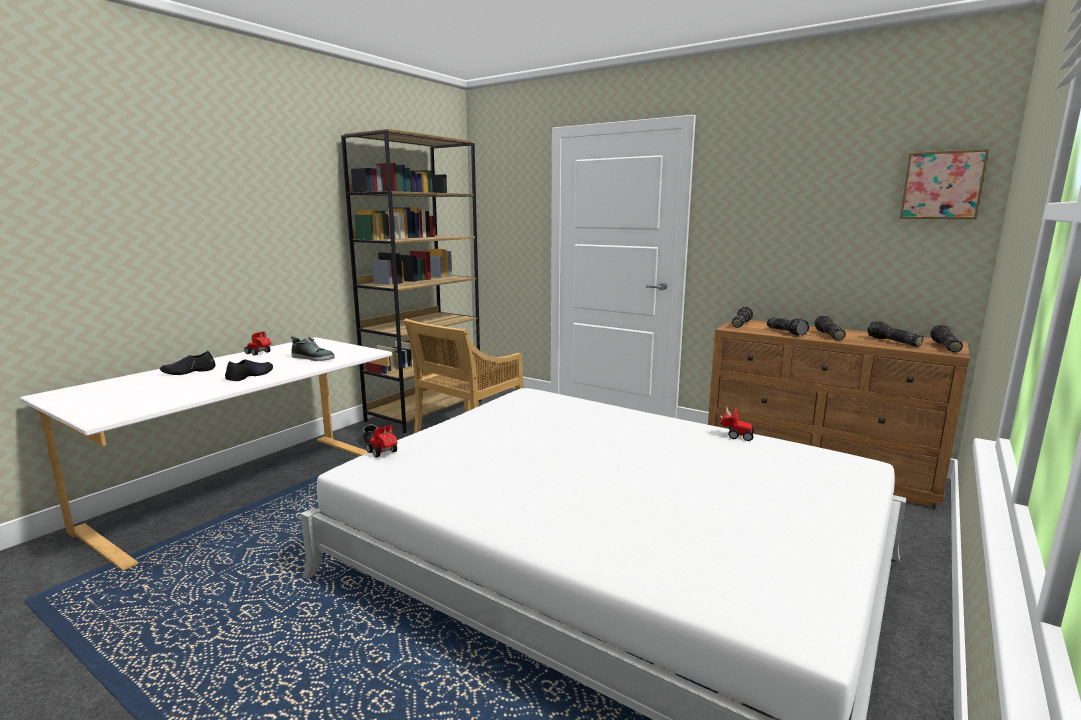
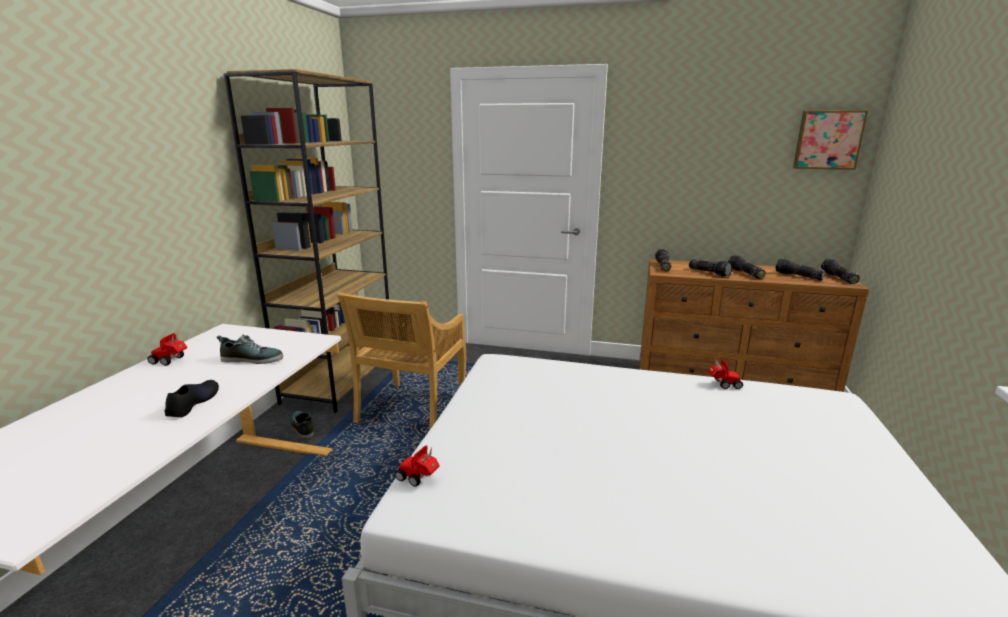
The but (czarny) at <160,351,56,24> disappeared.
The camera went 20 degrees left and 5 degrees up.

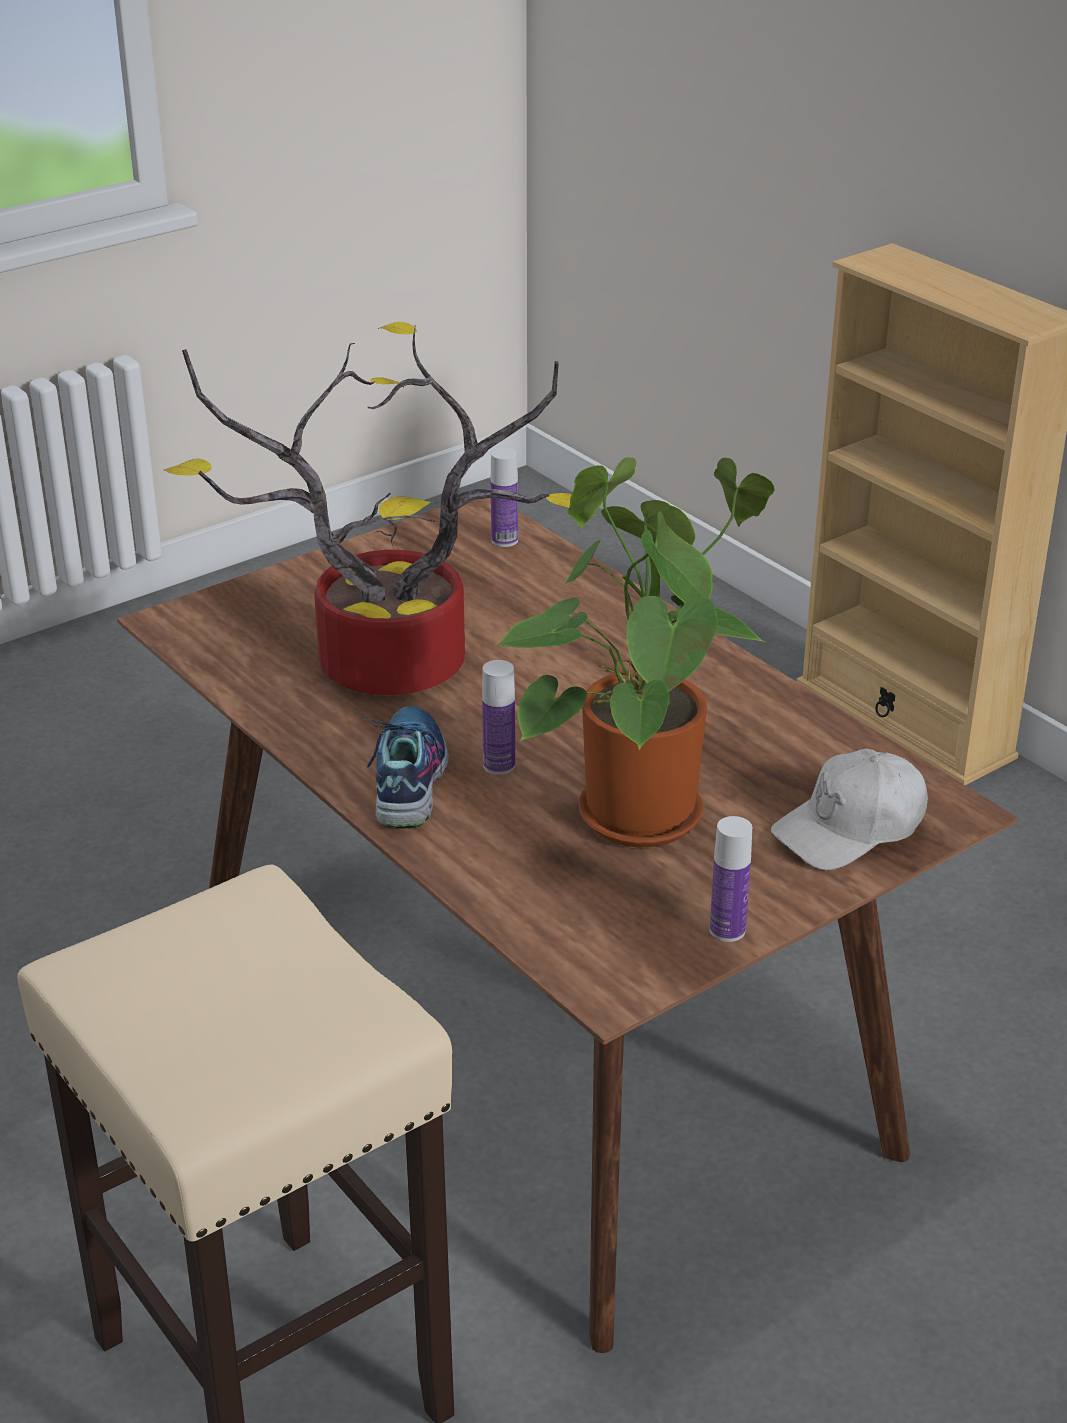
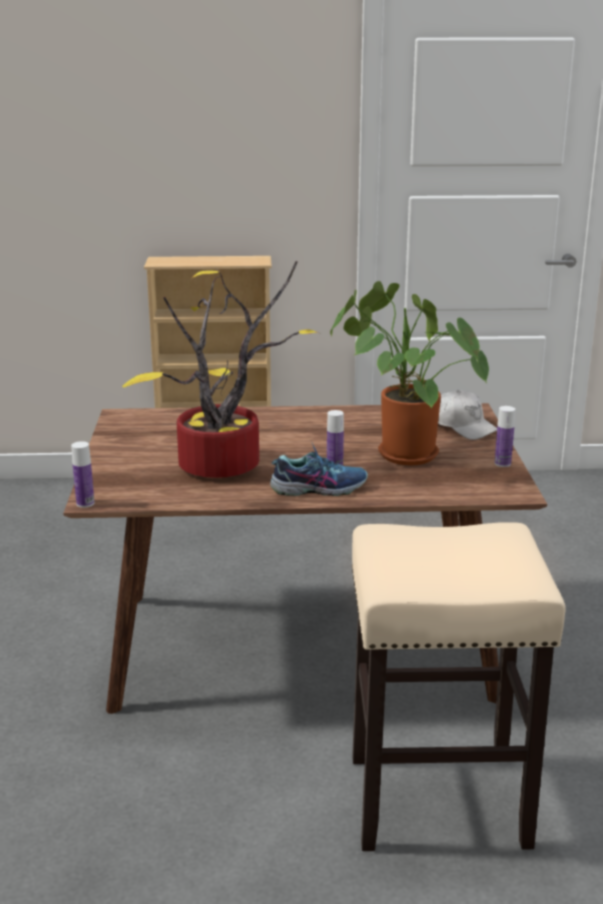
The butelka moved from <491,448,27,99> to <71,441,23,67>.
The but at <363,706,86,123> turned 135 degrees clockwise.
The czapka z daszkiem (biały) at <771,749,157,121> turned 45 degrees counterclockwise.
The camera went 55 degrees left and 10 degrees down.

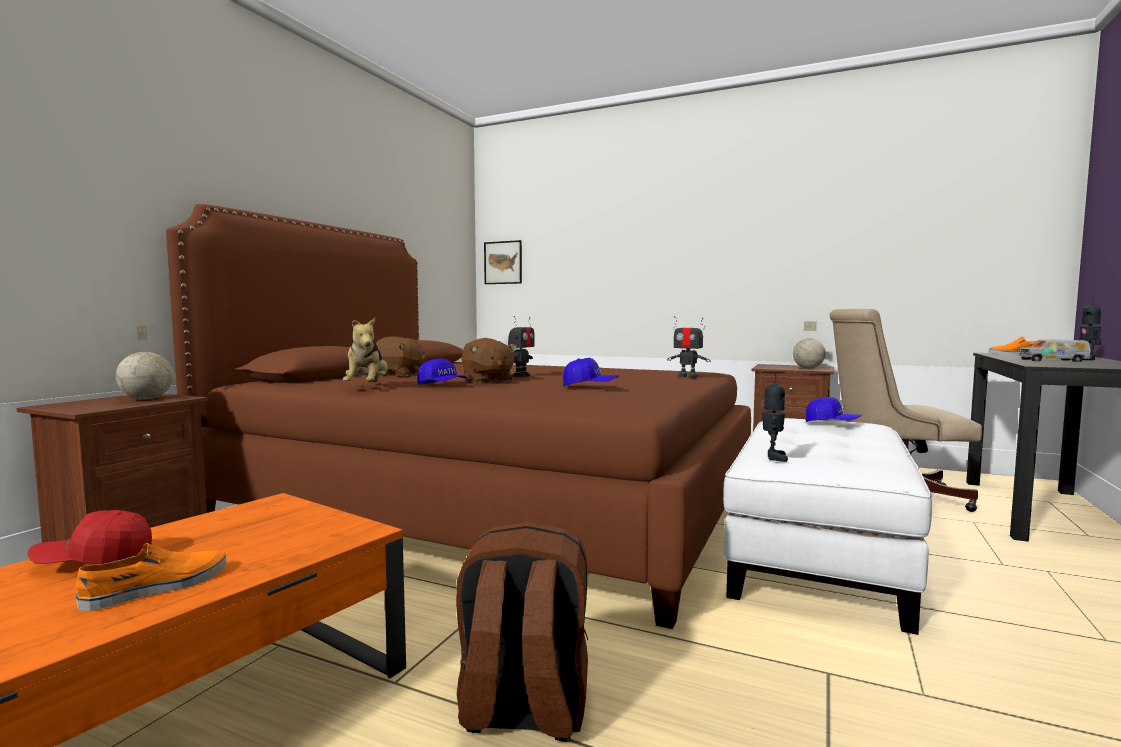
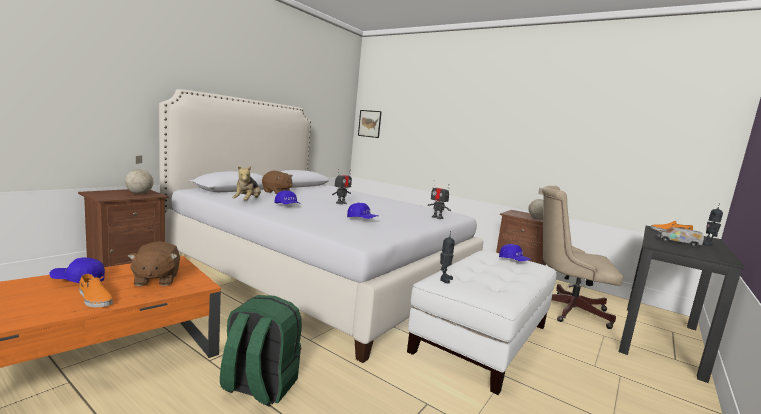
The czapka z daszkiem (czerwony) at <27,510,125,54> became the czapka z daszkiem (niebieski) at <49,258,56,25>.
The but (pomarańczowy) at <76,543,151,68> turned 75 degrees clockwise.
The pluszak (brązowy) moved from <462,338,55,46> to <128,241,52,45>.
The łóżko (brązowy) at <166,204,585,425> became the łóżko (biały) at <159,89,324,274>.
The plecak (brązowy) at <456,522,132,220> became the plecak (zielony) at <220,295,82,112>.
The camera went 10 degrees right and 5 degrees up.

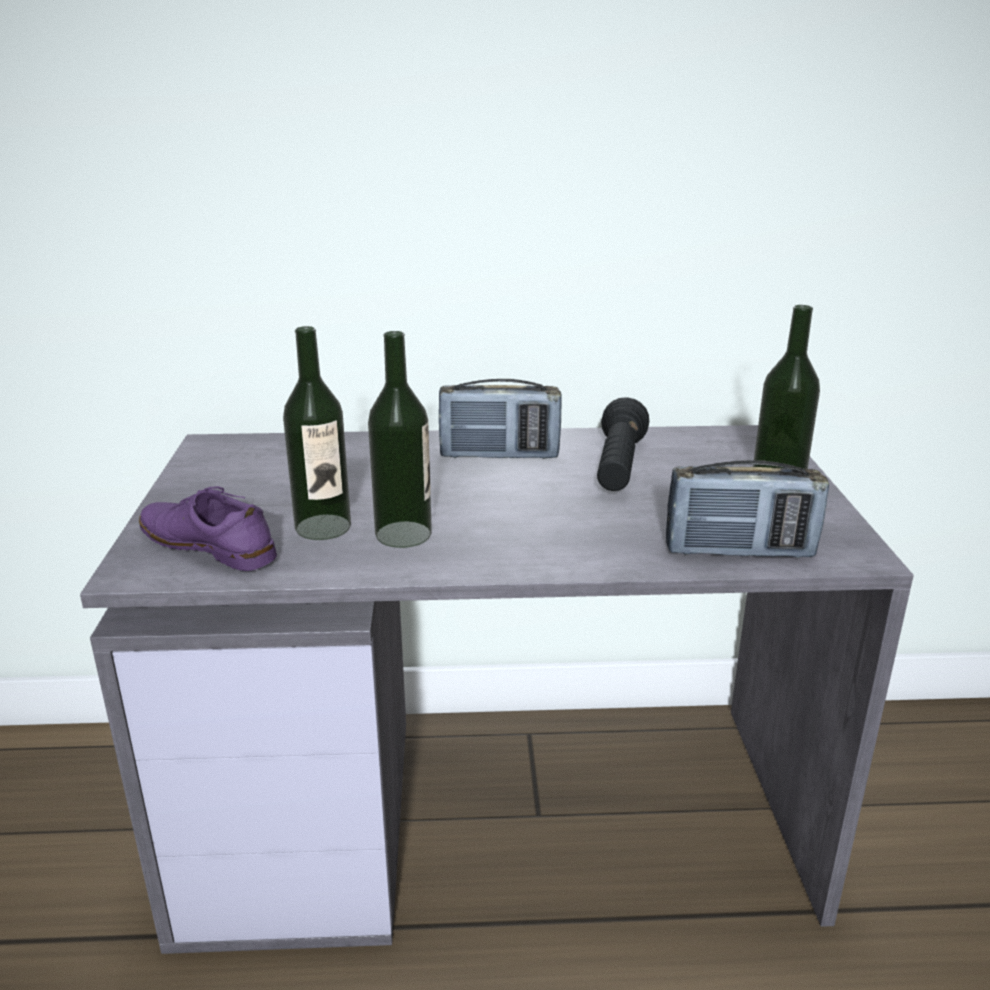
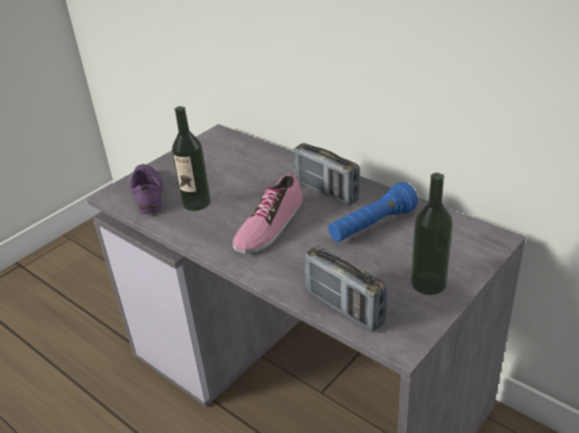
The but at <233,174,69,80> appeared.
The latarka (czarny) at <597,397,52,94> became the latarka (niebieski) at <329,182,89,60>.
The butelka at <368,331,64,217> disappeared.
The camera went 45 degrees right and 10 degrees up.

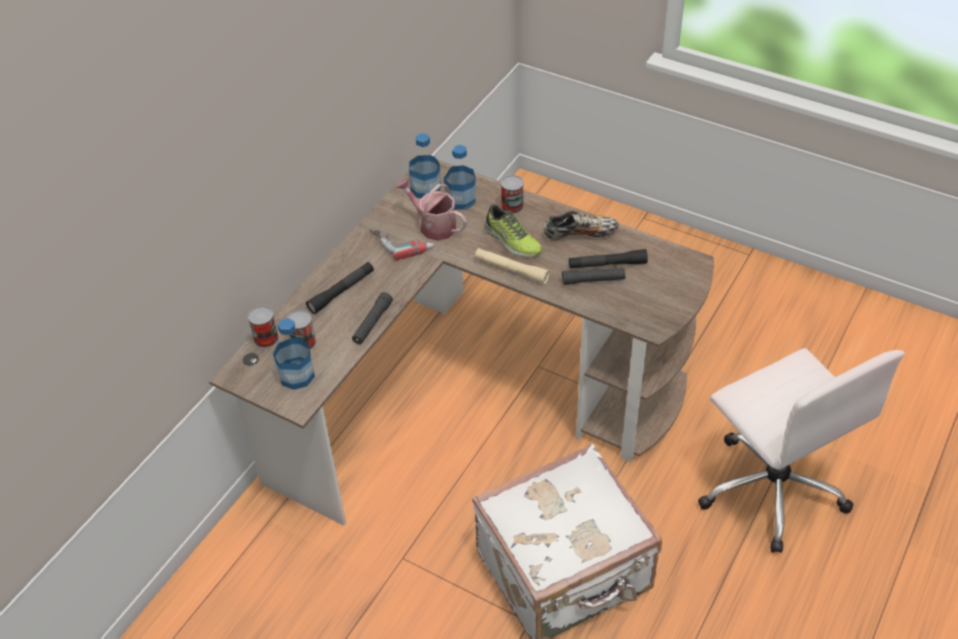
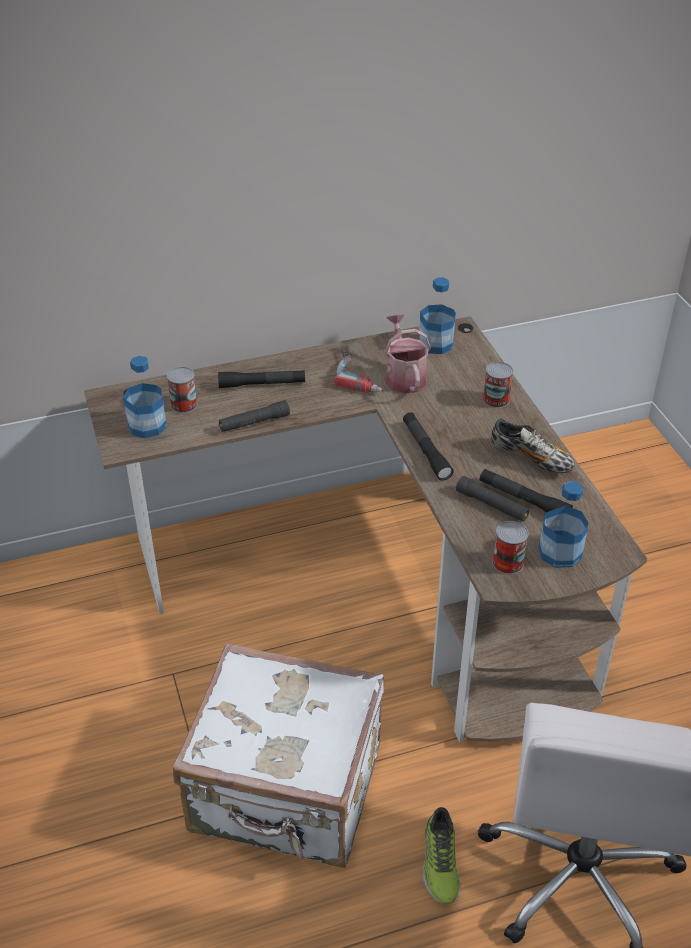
The latarka (beżowy) at <475,248,75,36> became the latarka (czarny) at <403,412,51,69>.
The but moved from <484,204,58,53> to <422,807,38,97>.
The puszka moved from <248,306,31,42> to <492,521,36,53>.
The butelka moved from <444,145,32,65> to <538,481,51,87>.
The camera went 40 degrees right and 5 degrees down.

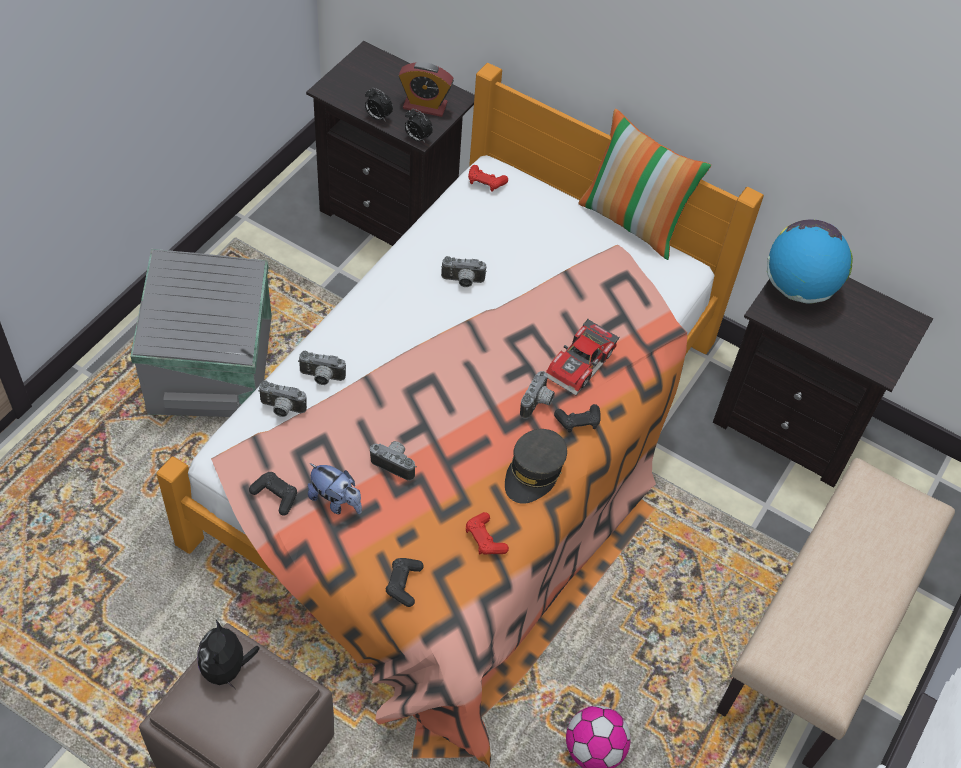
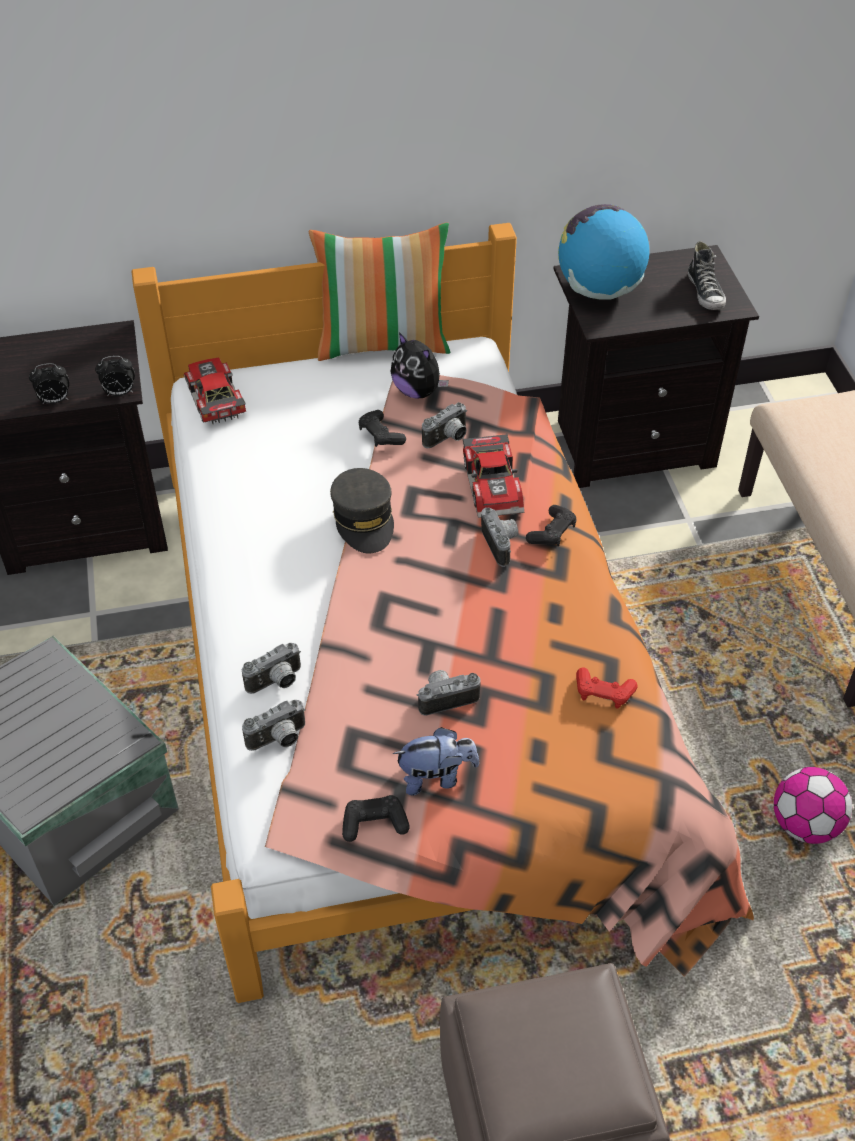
The pad do gier (czerwony) at <468,165,40,27> was replaced by the samochodzik at <184,358,62,67>.
The czapka z daszkiem (szary) moved from <505,429,62,75> to <330,468,64,85>.
The pad do gier (czarny) moved from <386,558,38,49> to <359,410,47,37>.
The pluszak moved from <197,620,63,69> to <390,332,59,67>.
The aparat fotograficzny moved from <441,256,46,31> to <422,402,45,46>.
The but at <688,241,38,69> appeared.
The budzik at <399,62,55,55> disappeared.
The camera went 40 degrees left and 5 degrees down.

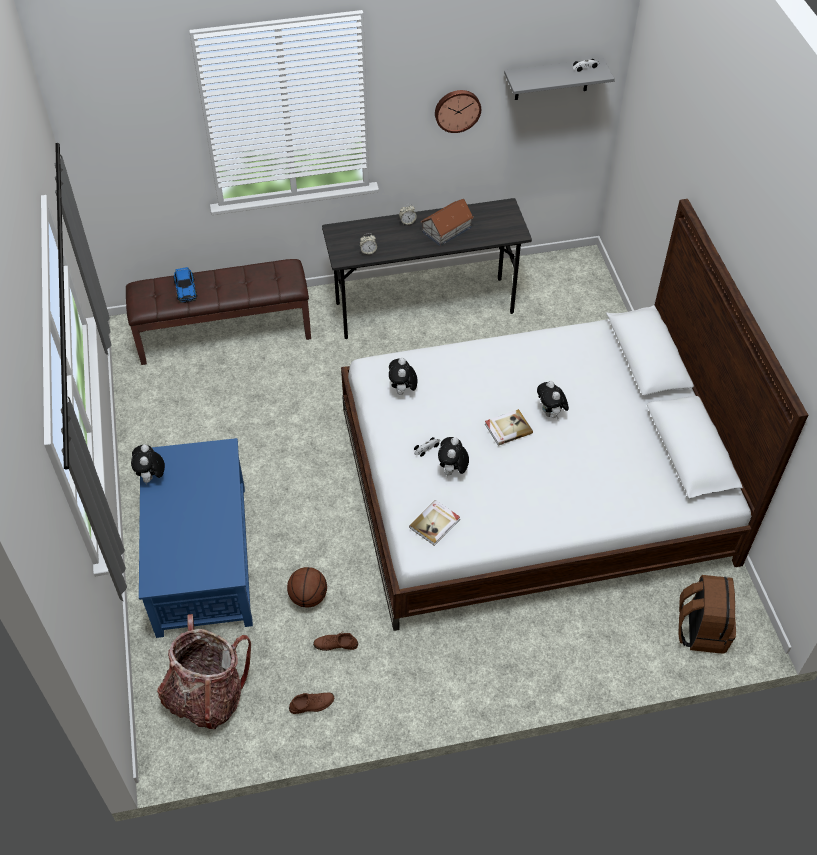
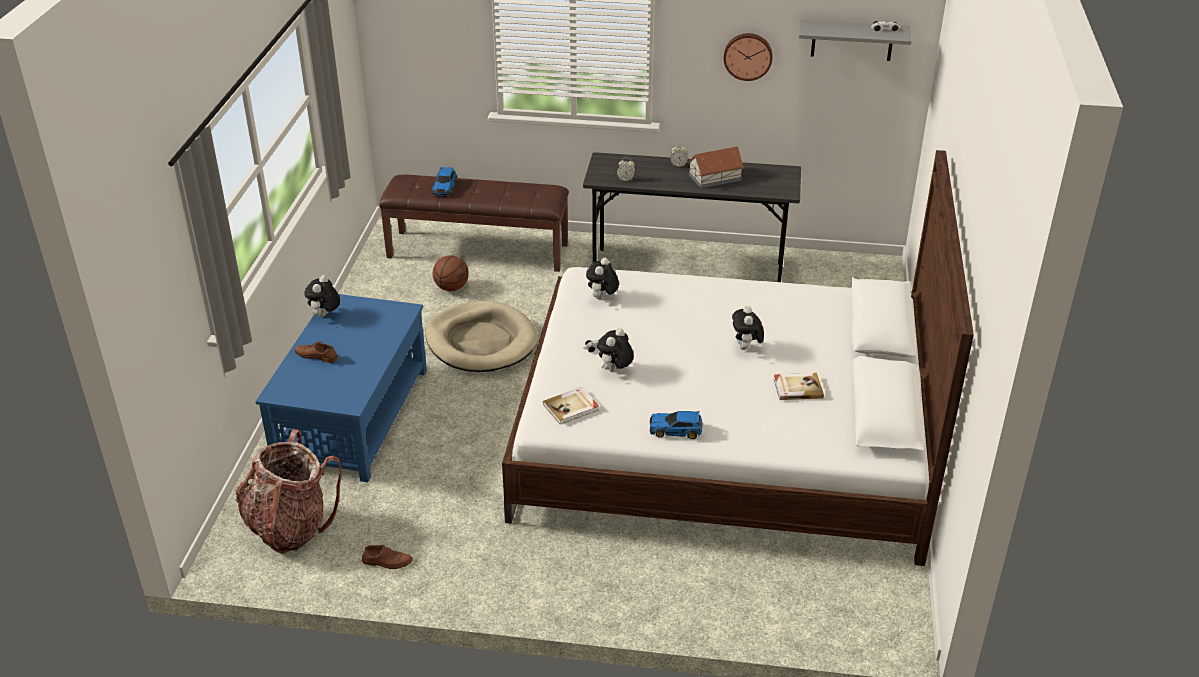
The but (brązowy) moved from <313,633,45,18> to <295,341,43,22>.
The legowisko (beżowy) at <426,301,112,71> appeared.
The piłka do koszykówki moved from <287,567,40,41> to <433,255,36,36>.
The samochodzik at <650,411,52,28> appeared.
The książka moved from <485,409,48,37> to <774,373,50,27>.
The plecak (brązowy) at <679,575,57,79> disappeared.
The camera went 20 degrees right and 15 degrees down.

